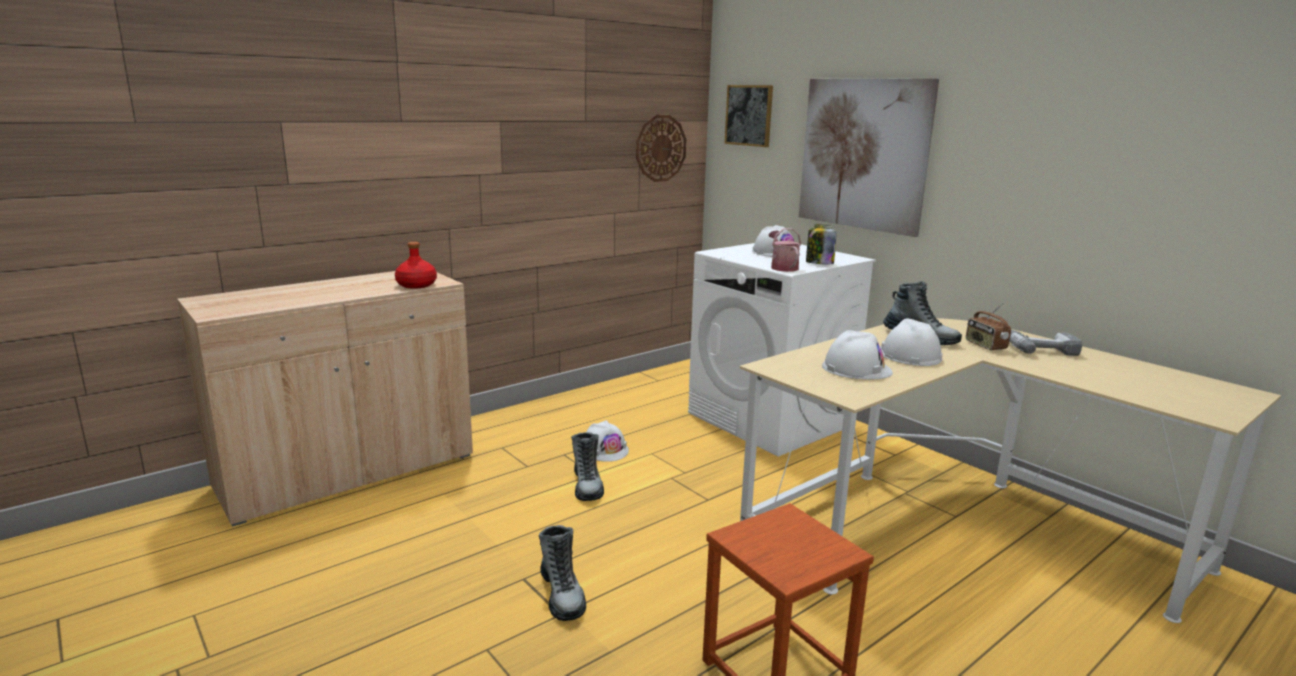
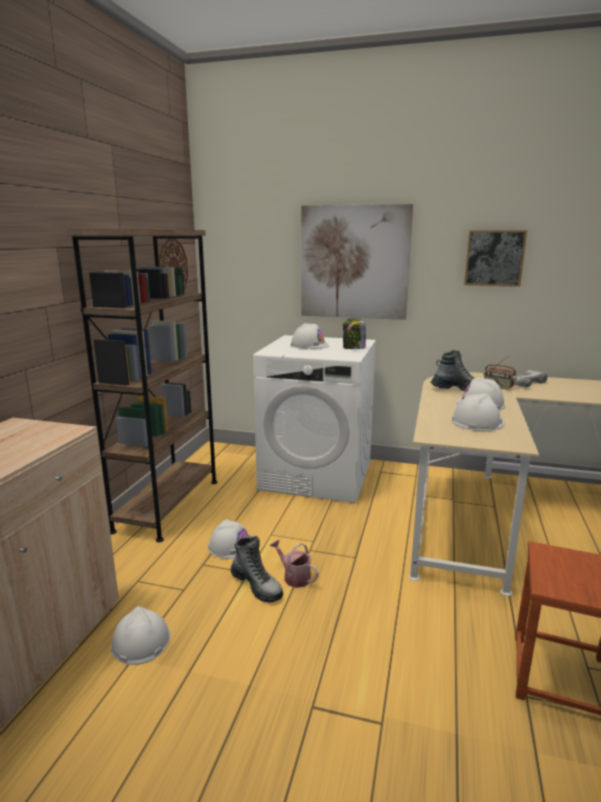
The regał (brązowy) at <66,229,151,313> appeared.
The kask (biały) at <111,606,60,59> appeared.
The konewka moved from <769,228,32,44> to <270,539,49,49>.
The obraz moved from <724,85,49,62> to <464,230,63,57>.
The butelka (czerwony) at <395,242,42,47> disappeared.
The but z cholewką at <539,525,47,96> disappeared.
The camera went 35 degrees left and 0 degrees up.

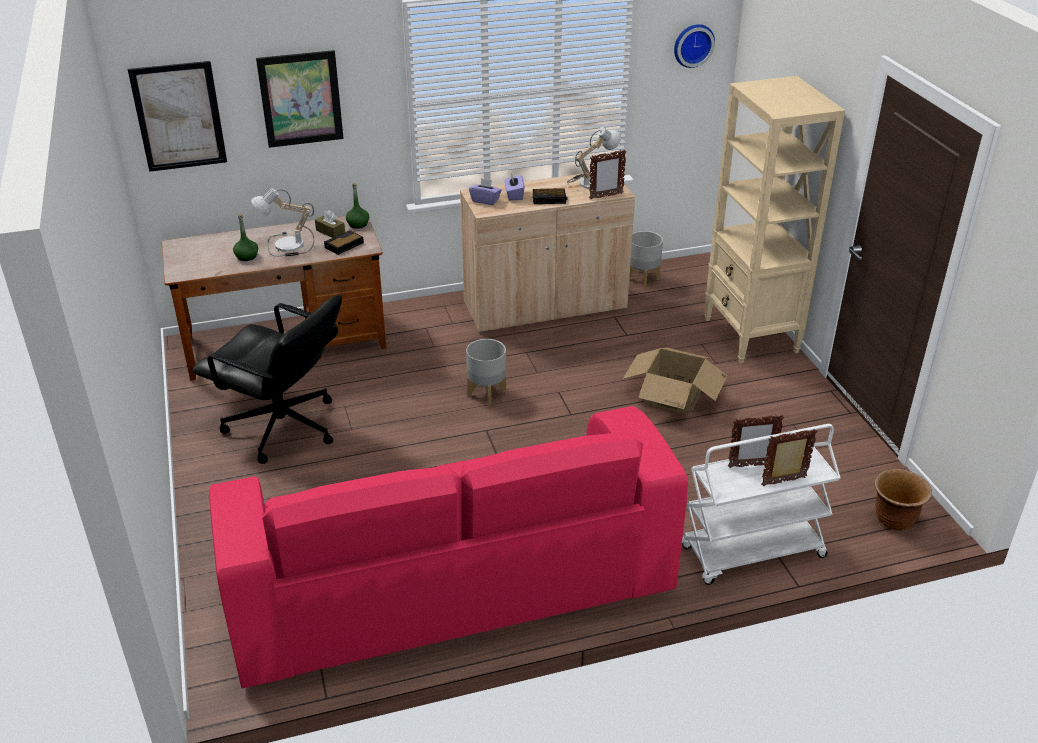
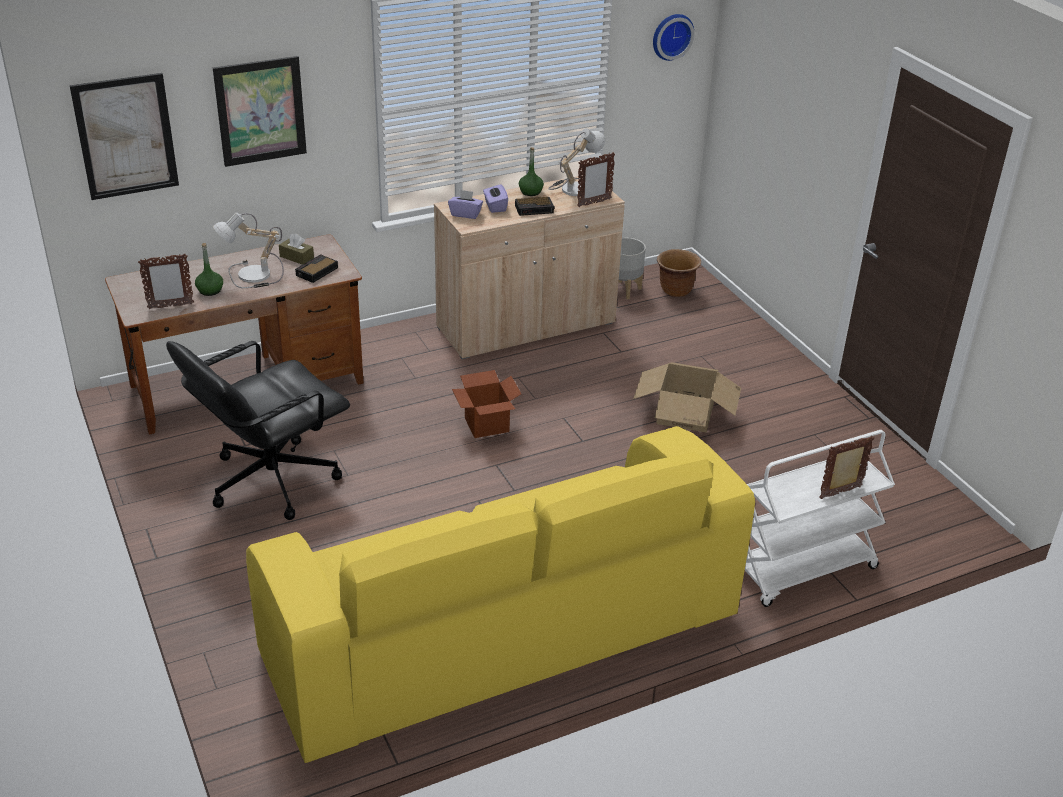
The ramka na zdjęcie moved from <728,414,56,54> to <138,253,56,56>.
The krzesło biurowe (czarny) at <192,295,150,169> turned 120 degrees clockwise.
The kanapa (różowy) at <210,406,478,282> became the kanapa (żółty) at <246,426,509,337>.
The donica (szary) at <466,339,40,66> was replaced by the karton at <452,370,69,68>.
The butelka (zielony) moved from <346,183,23,46> to <519,147,25,49>.
The donica (brązowy) moved from <874,469,58,61> to <657,249,44,48>.
The regał (beżowy) at <704,76,141,287> disappeared.
The camera went 10 degrees left and 0 degrees up.

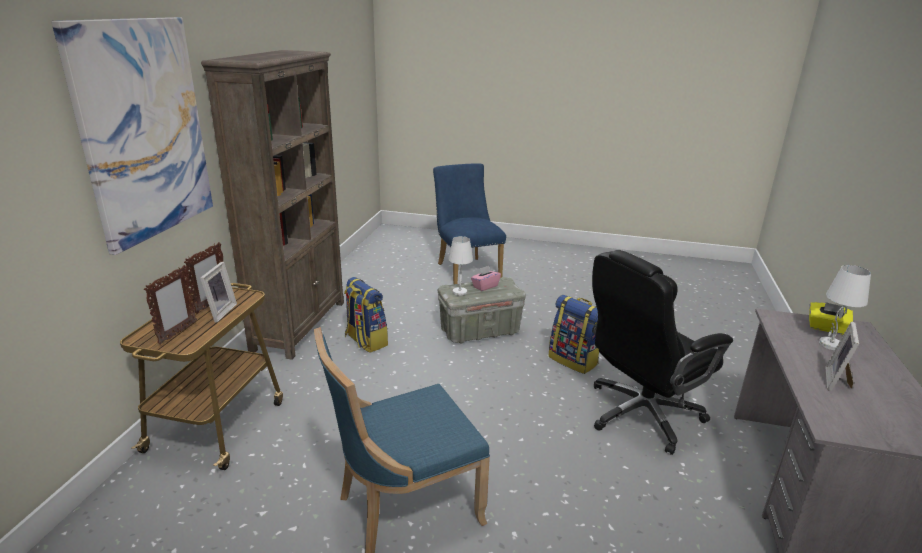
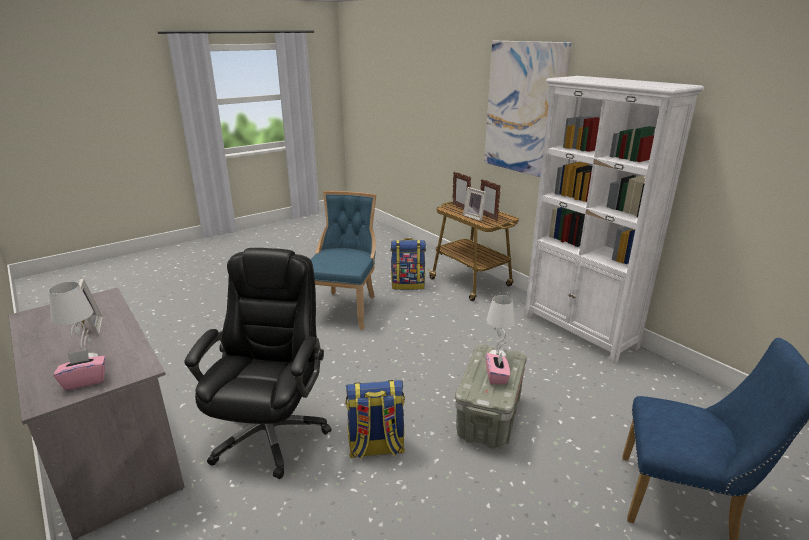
The pudełko chusteczek (żółty) at <809,302,44,33> became the pudełko chusteczek (różowy) at <53,349,53,41>.
The plecak moved from <344,277,44,76> to <390,238,36,52>.
The regał (brązowy) at <201,50,143,310> became the regał (biały) at <524,76,180,287>.
The camera went 130 degrees right and 0 degrees up.

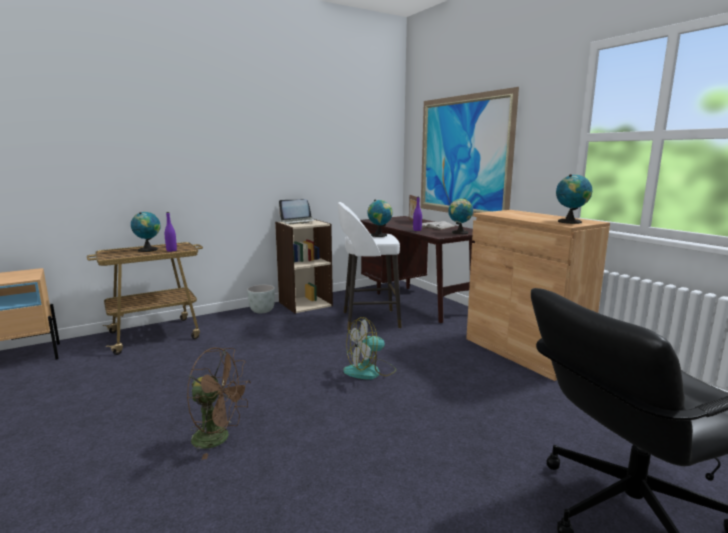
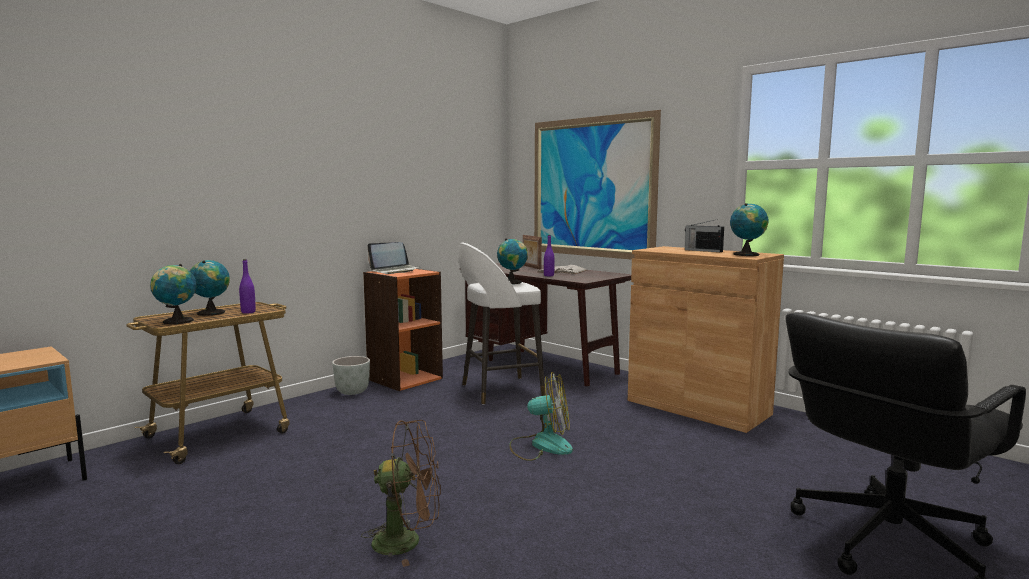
The globus moved from <448,198,25,36> to <150,264,46,60>.
The regał (beżowy) at <275,220,58,94> became the regał (pomarańczowy) at <363,268,80,123>.
The wentylator at <343,317,53,63> turned 135 degrees counterclockwise.
The radio at <685,220,39,32> appeared.
The camera went 15 degrees left and 5 degrees down.

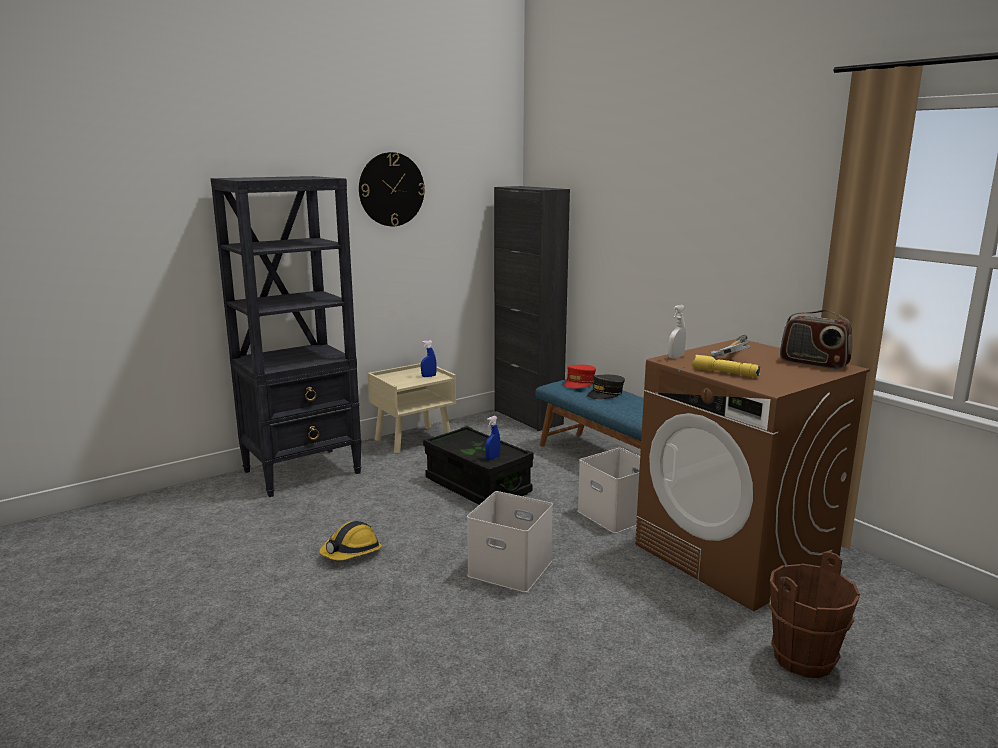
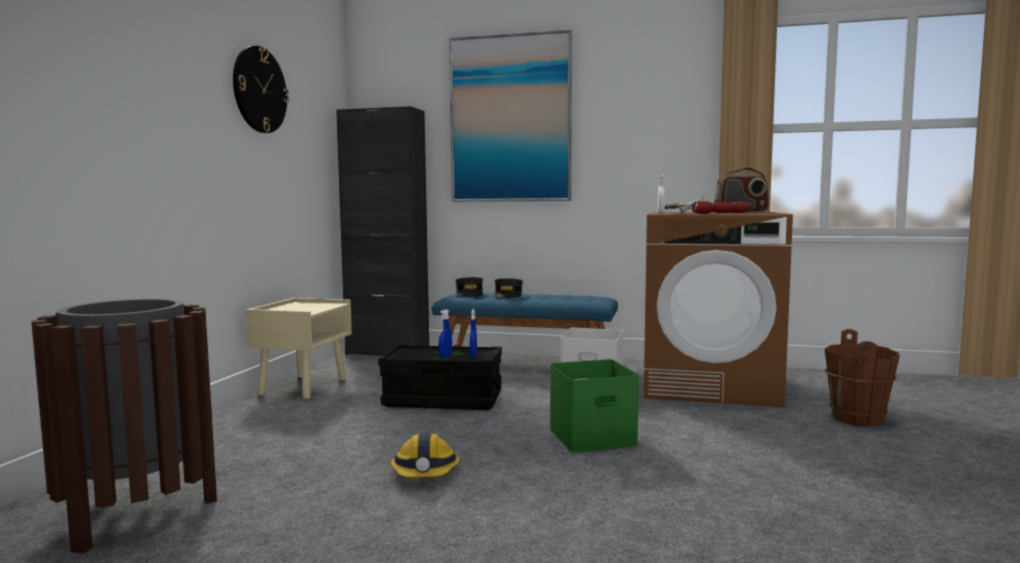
The kosz na śmieci (brązowy) at <32,299,185,255> appeared.
The spryskiwacz (niebieski) moved from <421,340,16,37> to <439,309,13,49>.
The obraz at <449,29,123,173> appeared.
The czapka z daszkiem (czerwony) at <564,365,32,24> became the czapka z daszkiem (szary) at <455,277,28,19>.
The pojemnik do przechowywania (biały) at <467,491,86,102> became the pojemnik do przechowywania (zielony) at <550,359,89,93>.
The latarka (żółty) at <692,355,69,22> became the latarka (czerwony) at <692,201,57,13>.
The regał (czarny) at <211,176,151,321> disappeared.
The camera went 40 degrees left and 10 degrees down.

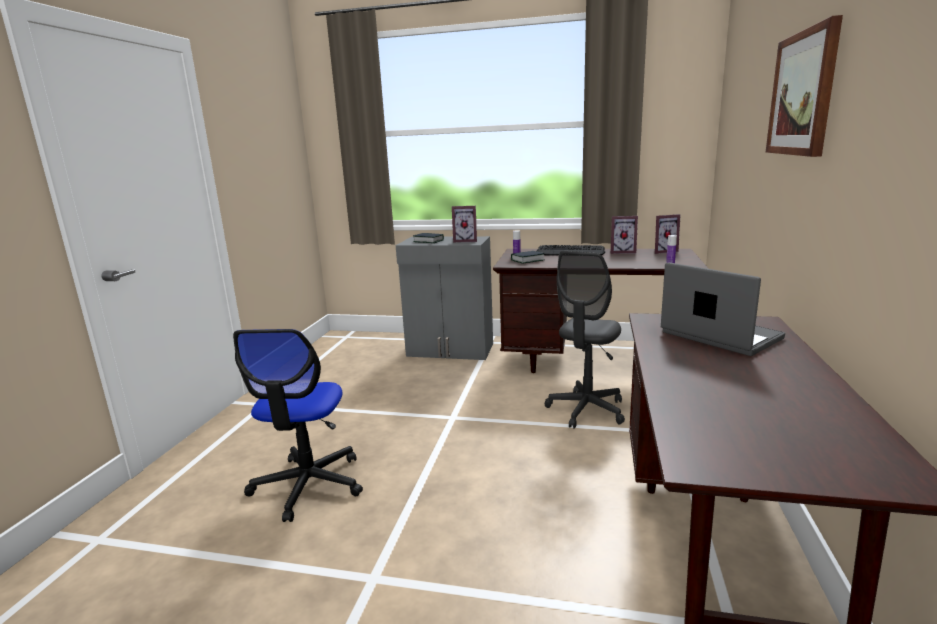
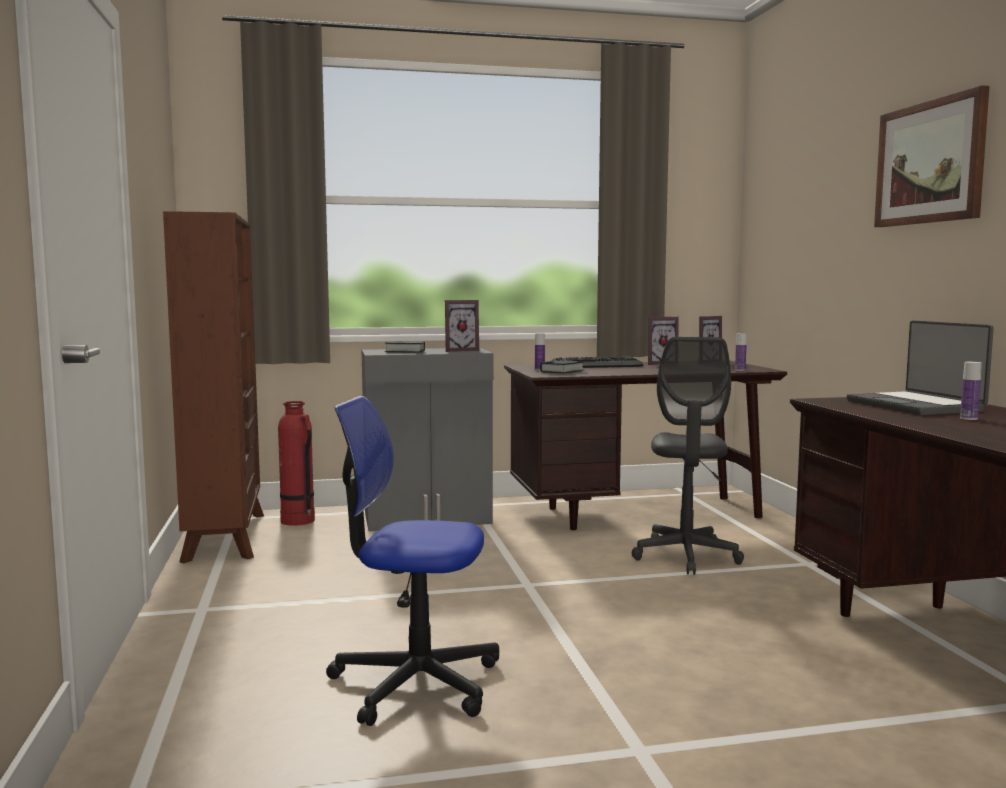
The regał (brązowy) at <163,211,101,352> appeared.
The gaśnica at <278,401,37,125> appeared.
The krzesło biurowe at <233,329,130,193> turned 120 degrees clockwise.
The laptop at <661,262,124,94> turned 135 degrees counterclockwise.
The butelka at <960,362,22,58> appeared.
The camera went 25 degrees left and 10 degrees down.

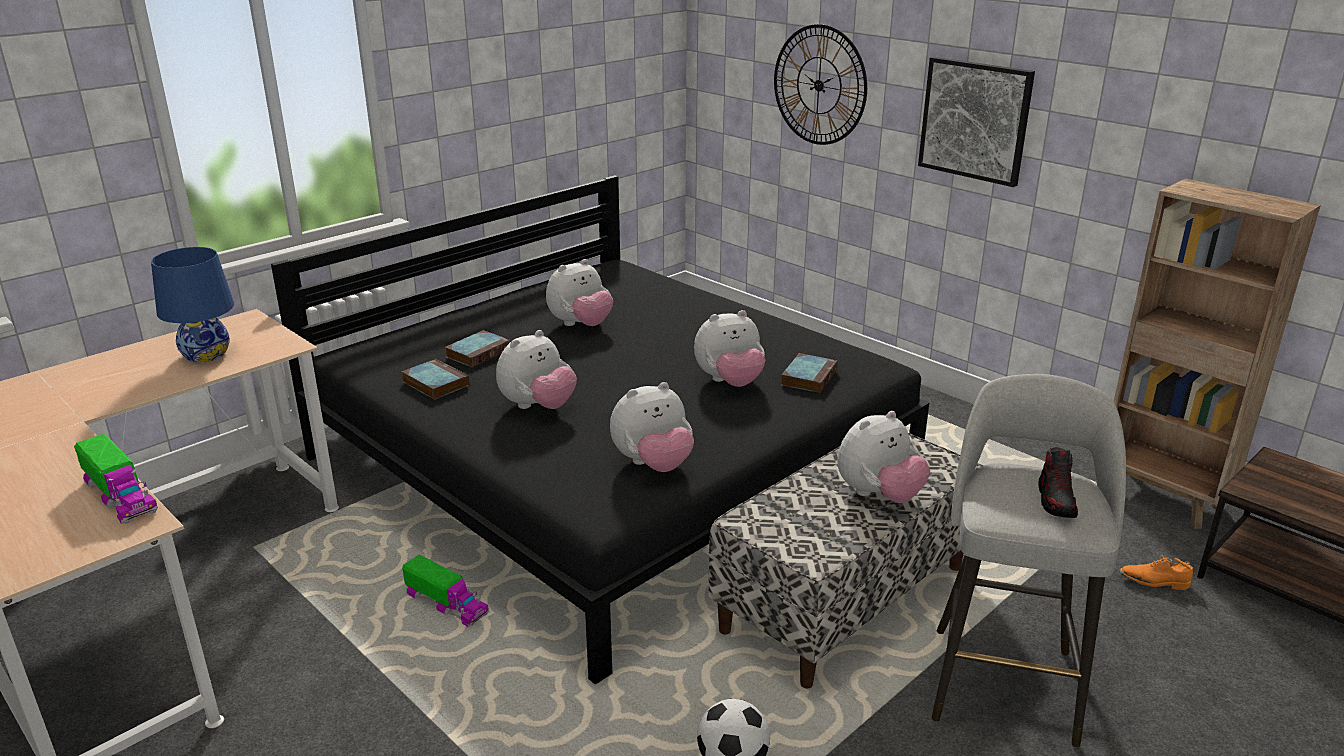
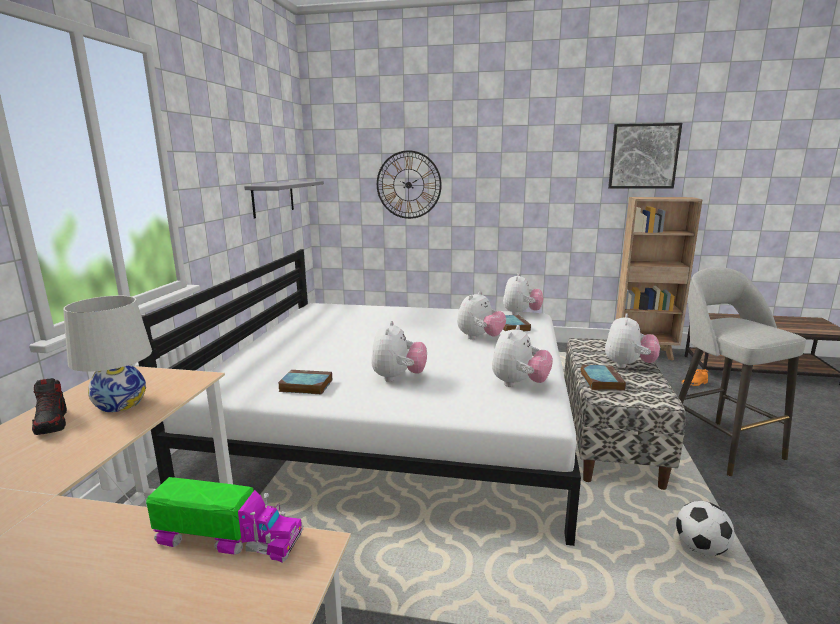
The but moved from <1038,447,40,71> to <32,378,35,57>.
The lampa stołowa (niebieski) at <151,247,83,115> became the lampa stołowa (biały) at <63,296,89,116>.
The łóżko (czarny) at <271,175,658,510> became the łóżko (biały) at <138,249,443,297>.
The półka (szary) at <244,181,80,37> appeared.
The pluszak moved from <546,259,67,67> to <503,273,40,42>.
The książka moved from <445,330,66,38> to <581,365,45,26>.
The obraz moved from <918,57,117,130> to <608,123,74,66>.
The ciężarówka zabawkowa at <402,554,87,74> disappeared.
The camera went 35 degrees left and 10 degrees down.

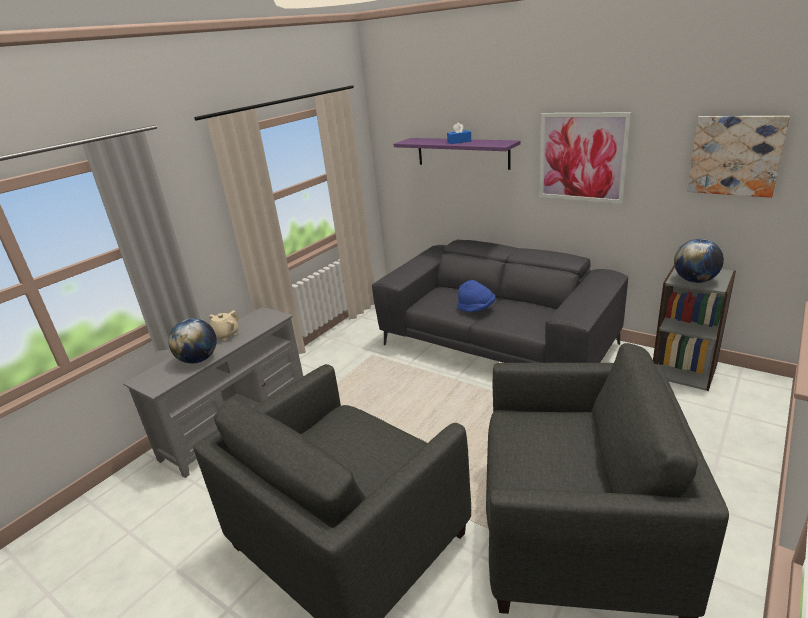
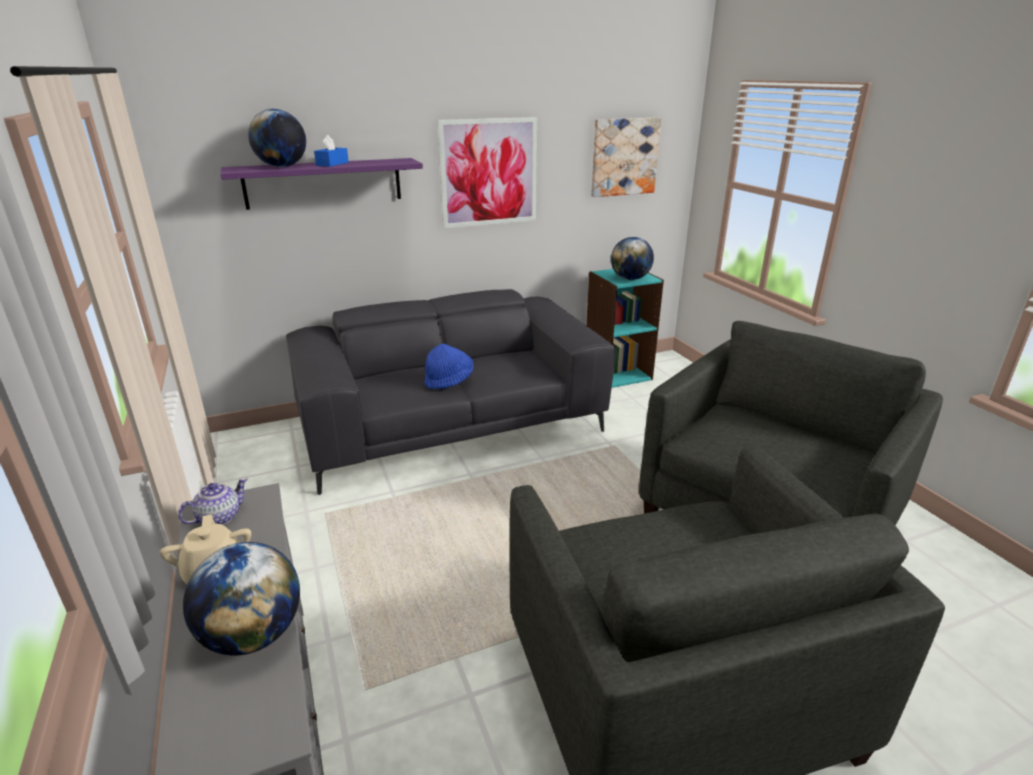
The imbryk at <178,478,70,47> appeared.
The globus at <248,109,58,58> appeared.
The regał (szary) at <653,266,83,125> became the regał (turkusowy) at <586,269,78,119>.
The camera went 60 degrees left and 0 degrees up.

